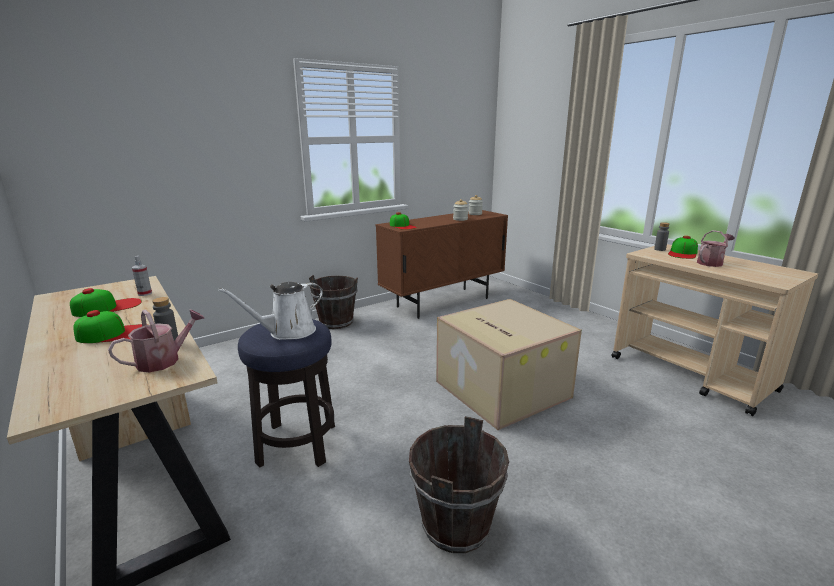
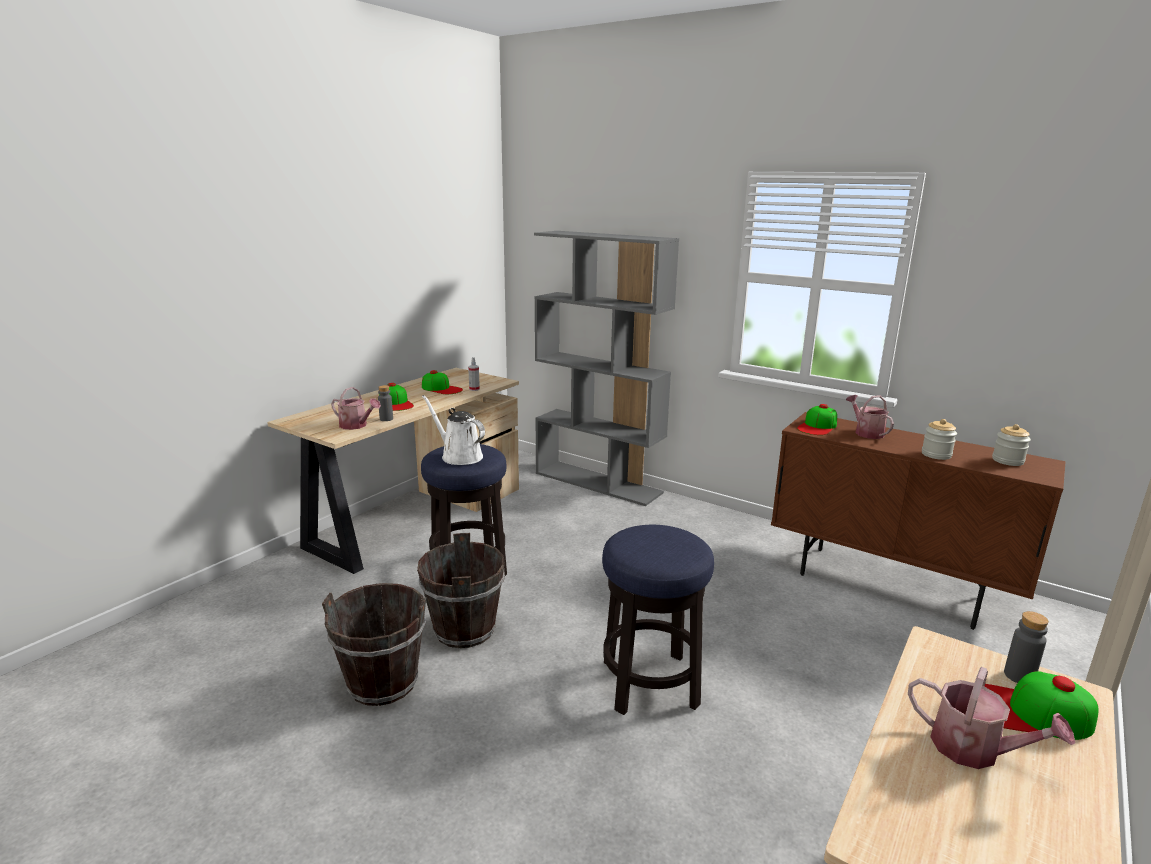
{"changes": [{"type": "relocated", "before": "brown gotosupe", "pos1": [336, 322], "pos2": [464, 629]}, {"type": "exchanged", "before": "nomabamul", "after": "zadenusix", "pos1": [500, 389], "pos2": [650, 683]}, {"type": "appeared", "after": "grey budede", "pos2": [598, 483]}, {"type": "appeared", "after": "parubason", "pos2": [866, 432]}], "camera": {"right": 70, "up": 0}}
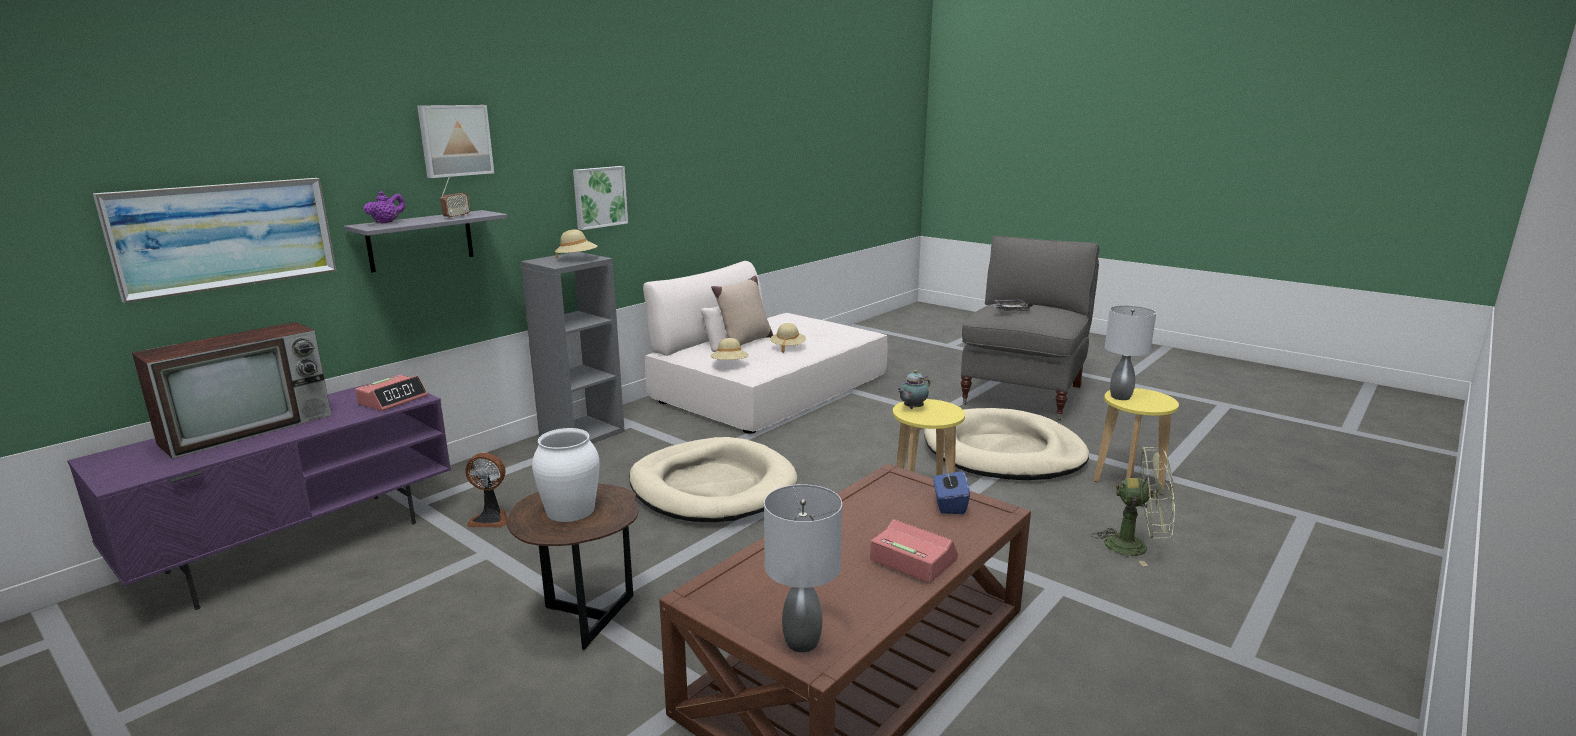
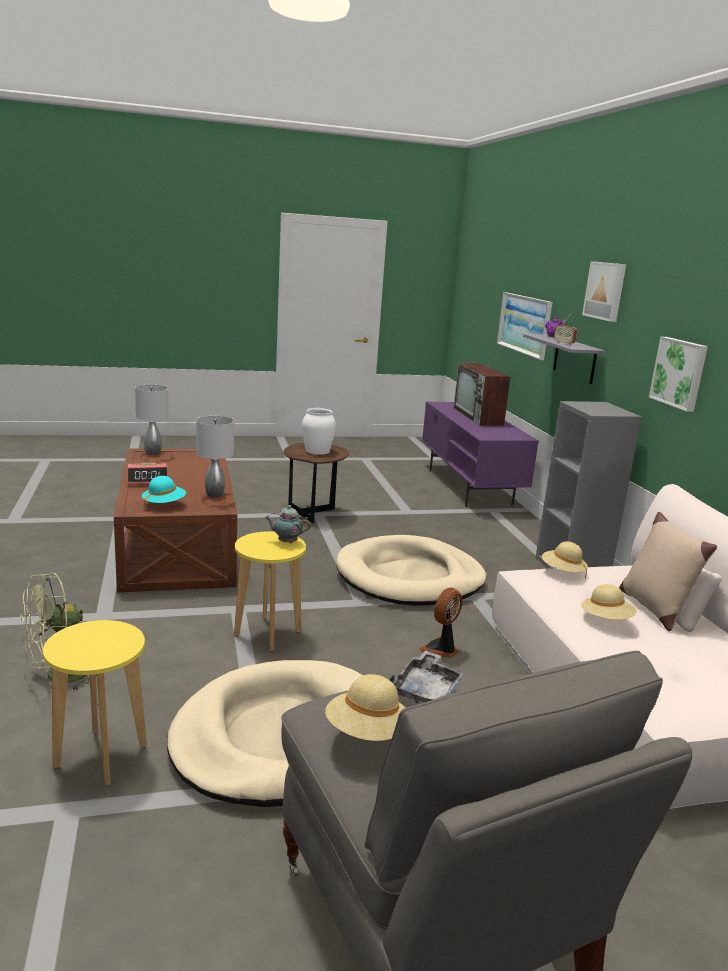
{"changes": [{"type": "missing", "before": "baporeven", "pos1": [393, 400]}, {"type": "relocated", "before": "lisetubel", "pos1": [491, 519], "pos2": [441, 650]}, {"type": "relocated", "before": "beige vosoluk", "pos1": [577, 259], "pos2": [367, 733]}, {"type": "spun", "before": "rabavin", "pos1": [912, 408], "pos2": [286, 542], "turn": -75}, {"type": "exchanged", "before": "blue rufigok", "after": "turquoise vosoluk", "pos1": [949, 505], "pos2": [164, 504]}, {"type": "relocated", "before": "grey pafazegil", "pos1": [1120, 397], "pos2": [215, 494]}], "camera": {"right": 125, "up": 0}}
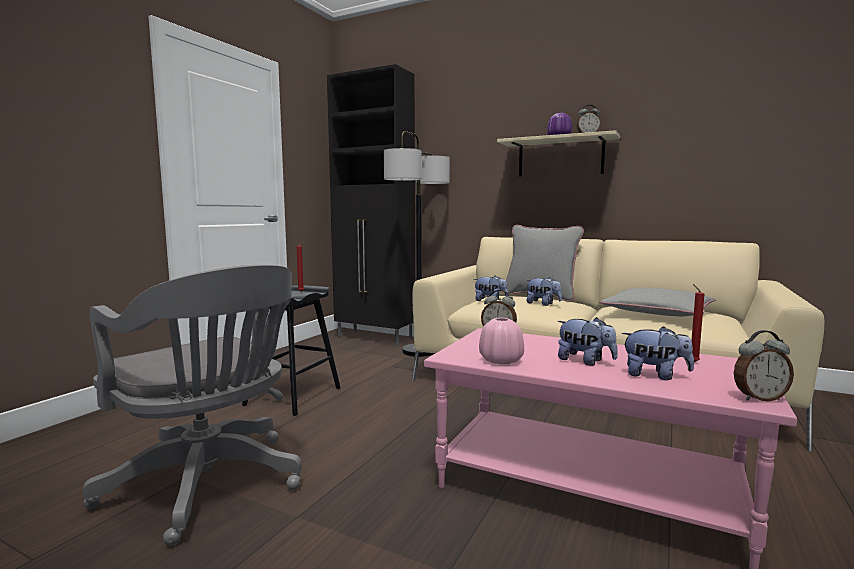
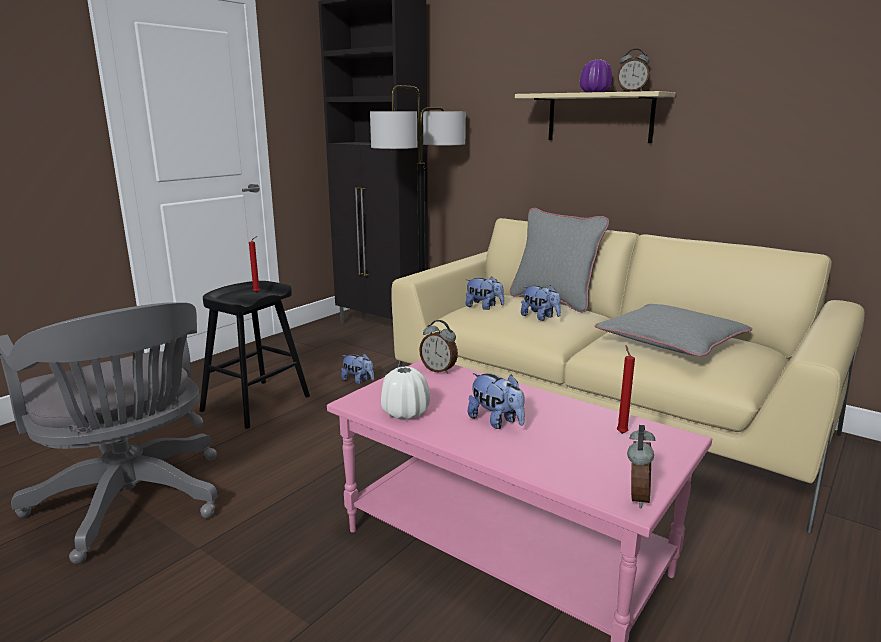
{"changes": [{"type": "colour", "before": "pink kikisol", "after": "white kikisol", "pos1": [501, 361], "pos2": [405, 413]}, {"type": "relocated", "before": "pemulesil", "pos1": [655, 375], "pos2": [358, 381]}, {"type": "spun", "before": "baporeven", "pos1": [759, 398], "pos2": [636, 497], "turn": -75}], "camera": {"right": 10, "up": 10}}
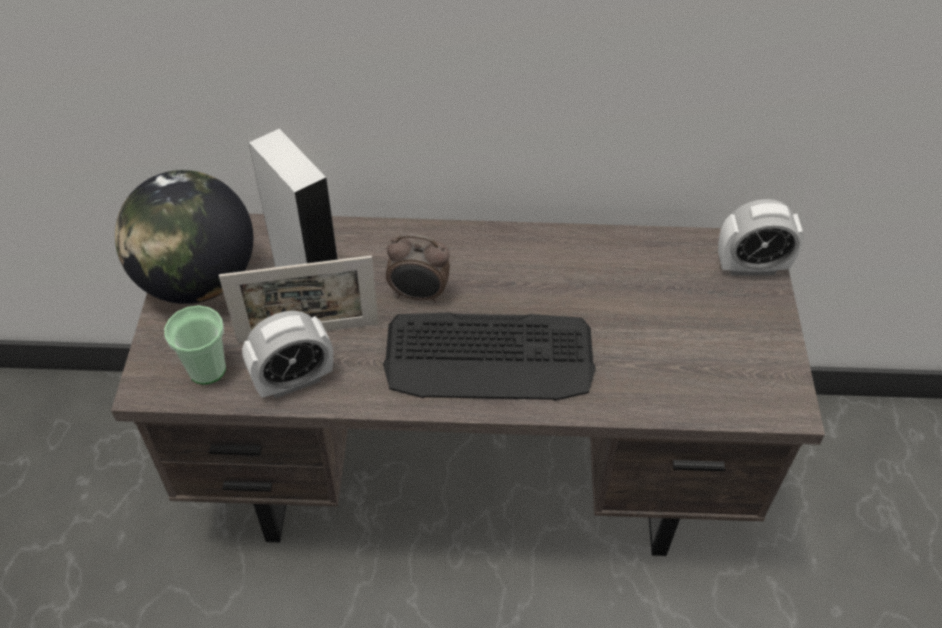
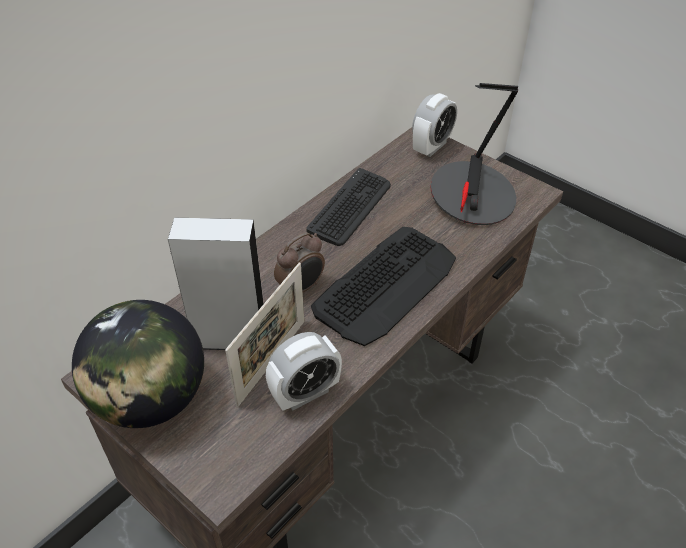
{"changes": [{"type": "missing", "before": "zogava", "pos1": [207, 369]}, {"type": "spun", "before": "baporeven", "pos1": [294, 380], "pos2": [305, 393], "turn": 45}, {"type": "appeared", "after": "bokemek", "pos2": [350, 207]}, {"type": "appeared", "after": "pafazegil", "pos2": [472, 196]}], "camera": {"right": -50, "up": -5}}
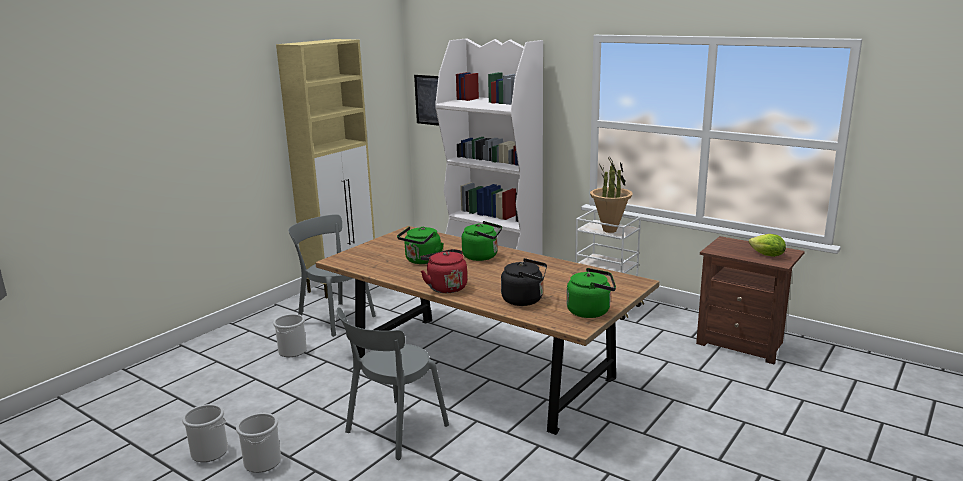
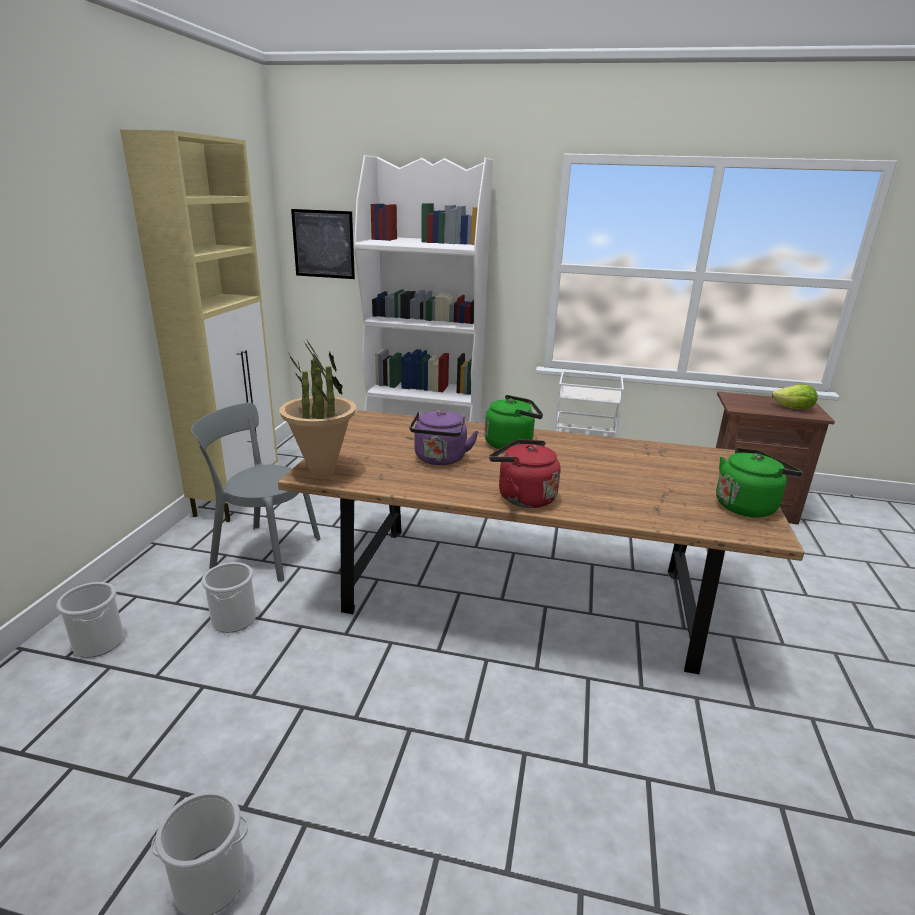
{"changes": [{"type": "relocated", "before": "gotosupe", "pos1": [262, 462], "pos2": [98, 642]}, {"type": "missing", "before": "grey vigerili", "pos1": [393, 431]}, {"type": "colour", "before": "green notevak", "after": "purple notevak", "pos1": [422, 261], "pos2": [440, 460]}, {"type": "missing", "before": "black notevak", "pos1": [525, 300]}, {"type": "relocated", "before": "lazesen", "pos1": [610, 230], "pos2": [322, 472]}], "camera": {"right": -25, "up": 5}}
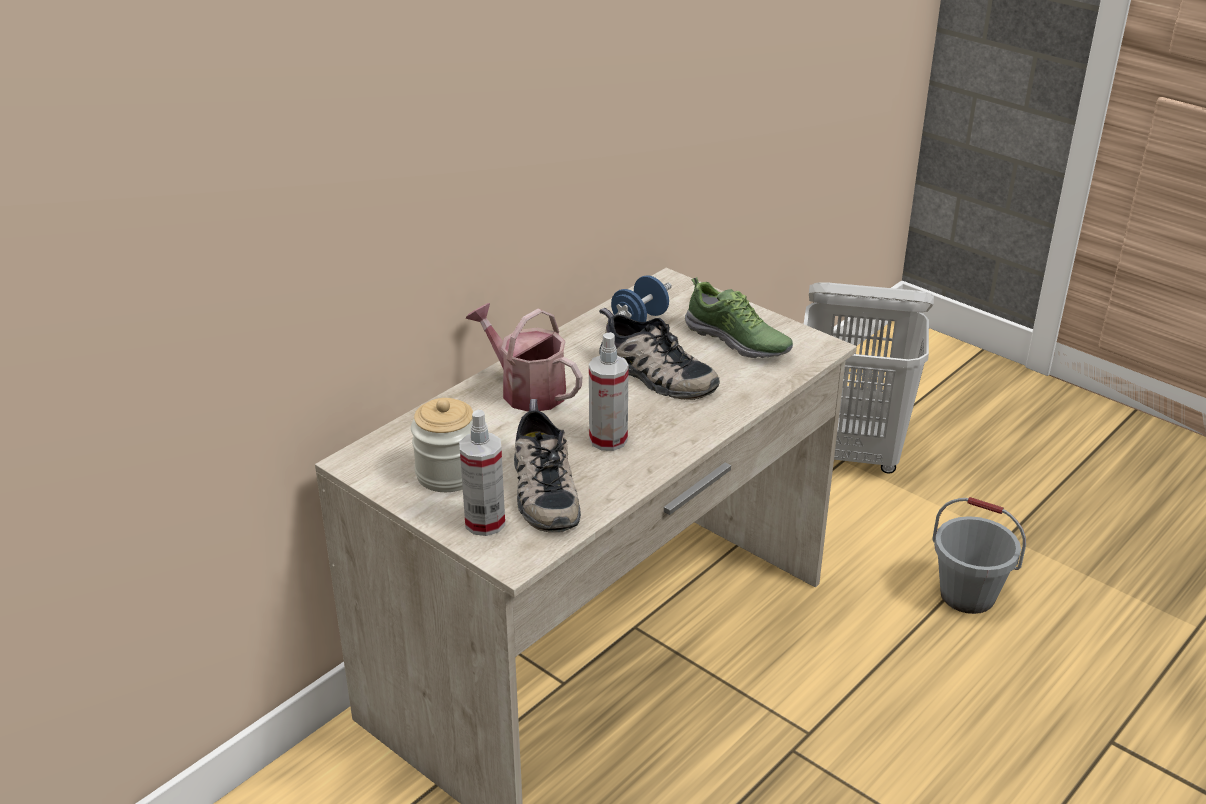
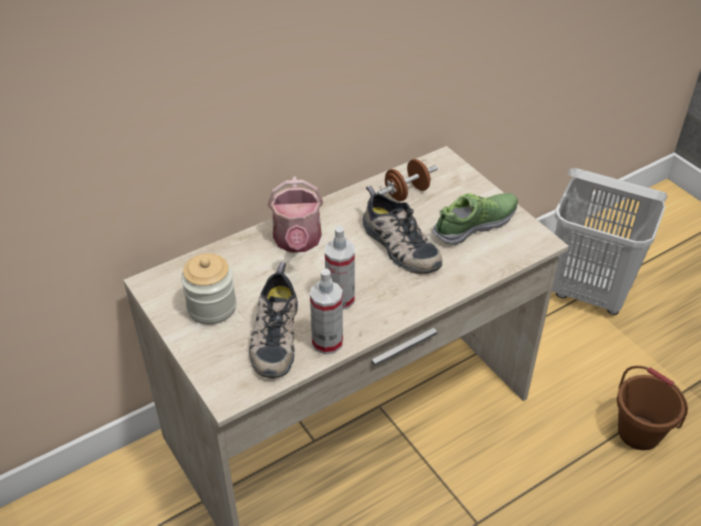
{"changes": [{"type": "relocated", "before": "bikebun", "pos1": [485, 522], "pos2": [327, 342]}, {"type": "spun", "before": "parubason", "pos1": [526, 390], "pos2": [297, 242], "turn": -150}, {"type": "colour", "before": "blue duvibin", "after": "brown duvibin", "pos1": [639, 321], "pos2": [406, 193]}, {"type": "spun", "before": "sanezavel", "pos1": [738, 341], "pos2": [475, 225], "turn": -90}, {"type": "colour", "before": "grey gotosupe", "after": "brown gotosupe", "pos1": [968, 595], "pos2": [639, 432]}], "camera": {"right": 15, "up": 10}}
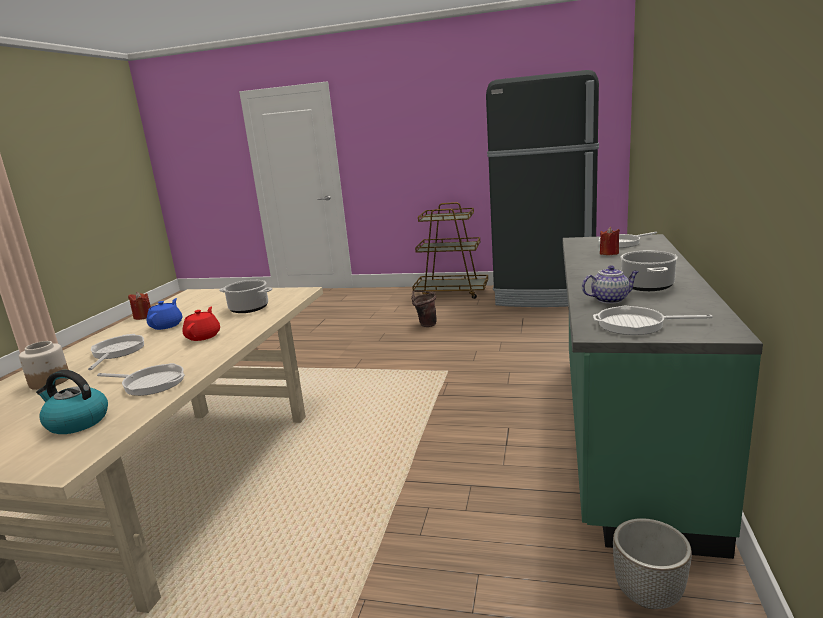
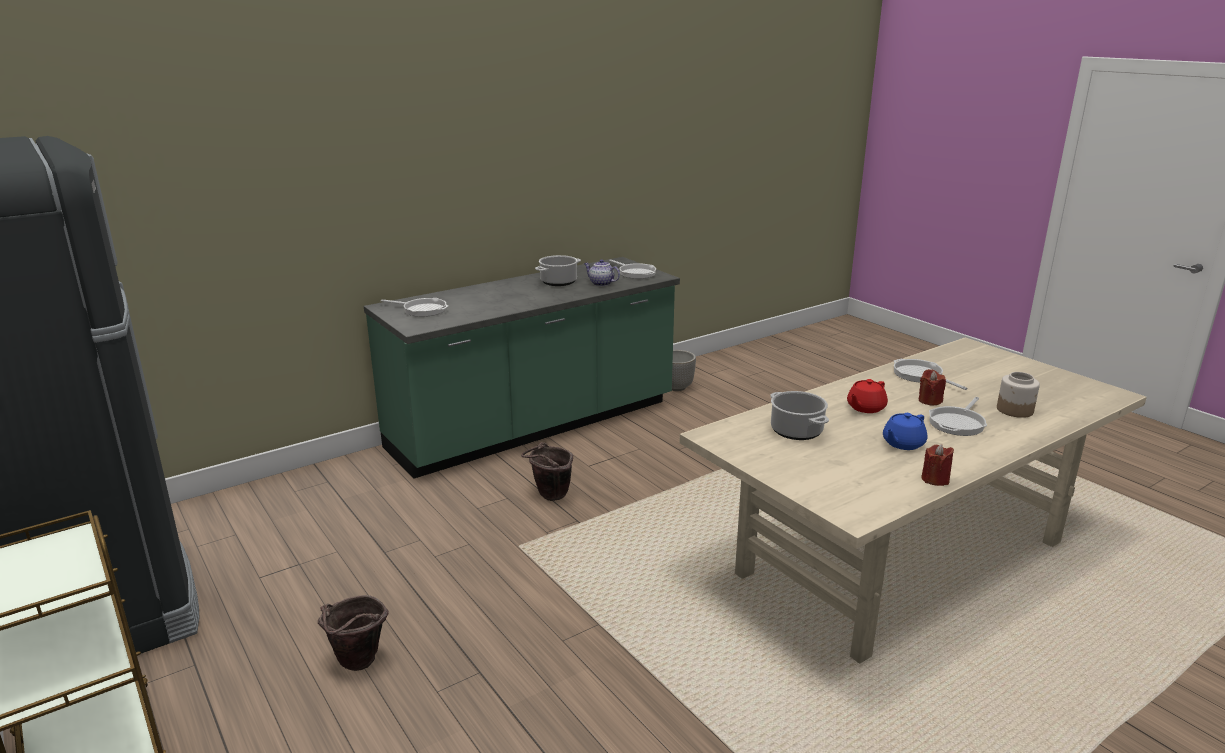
{"changes": [{"type": "missing", "before": "notevak", "pos1": [76, 422]}, {"type": "relocated", "before": "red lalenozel", "pos1": [609, 253], "pos2": [929, 400]}, {"type": "appeared", "after": "brown gotosupe", "pos2": [549, 497]}], "camera": {"right": -140, "up": 5}}
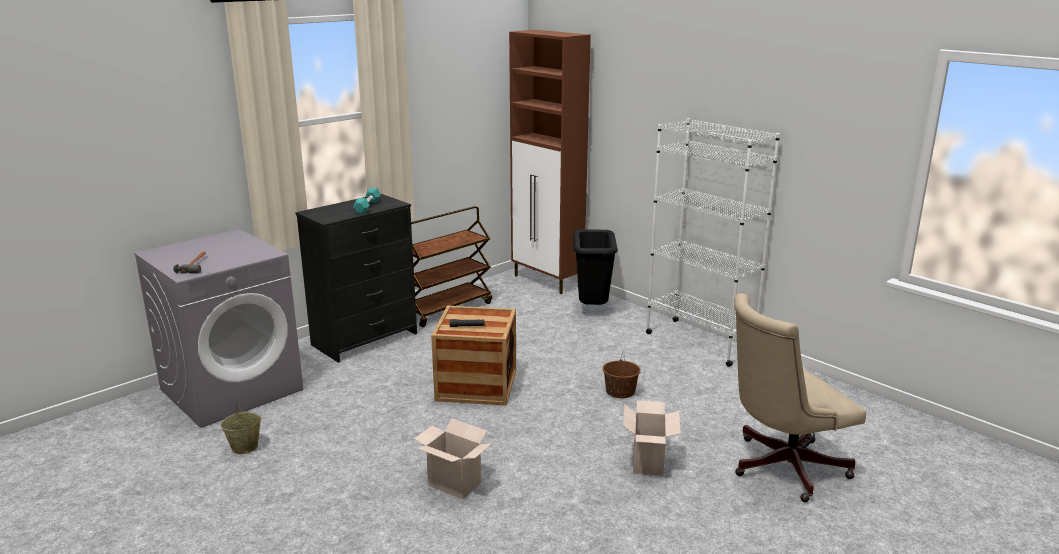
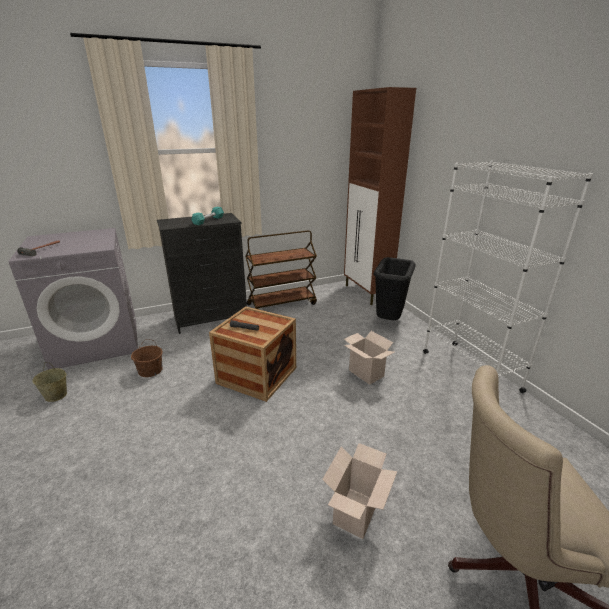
{"changes": [{"type": "relocated", "before": "nomabamul", "pos1": [452, 484], "pos2": [364, 373]}, {"type": "relocated", "before": "brown gotosupe", "pos1": [620, 391], "pos2": [150, 370]}], "camera": {"right": 20, "up": 5}}
